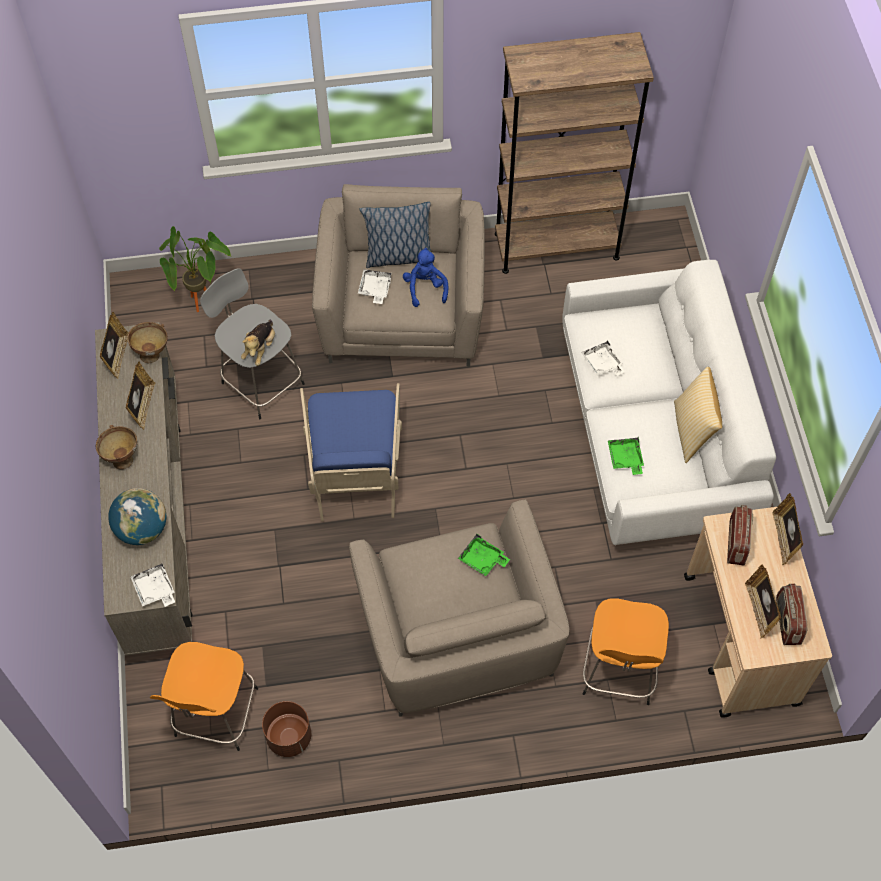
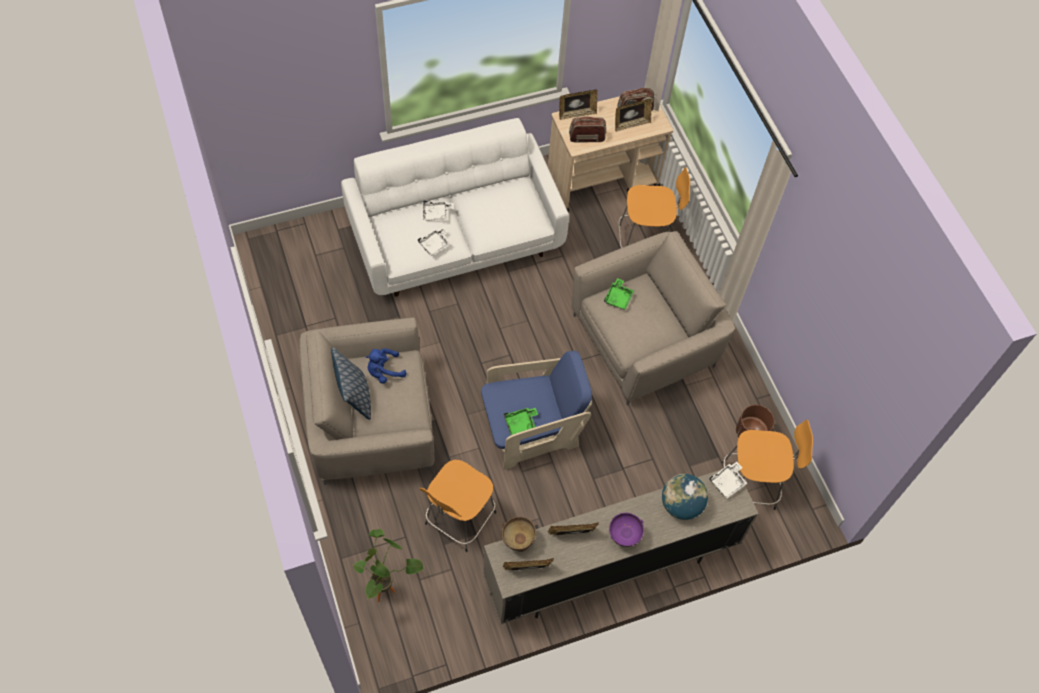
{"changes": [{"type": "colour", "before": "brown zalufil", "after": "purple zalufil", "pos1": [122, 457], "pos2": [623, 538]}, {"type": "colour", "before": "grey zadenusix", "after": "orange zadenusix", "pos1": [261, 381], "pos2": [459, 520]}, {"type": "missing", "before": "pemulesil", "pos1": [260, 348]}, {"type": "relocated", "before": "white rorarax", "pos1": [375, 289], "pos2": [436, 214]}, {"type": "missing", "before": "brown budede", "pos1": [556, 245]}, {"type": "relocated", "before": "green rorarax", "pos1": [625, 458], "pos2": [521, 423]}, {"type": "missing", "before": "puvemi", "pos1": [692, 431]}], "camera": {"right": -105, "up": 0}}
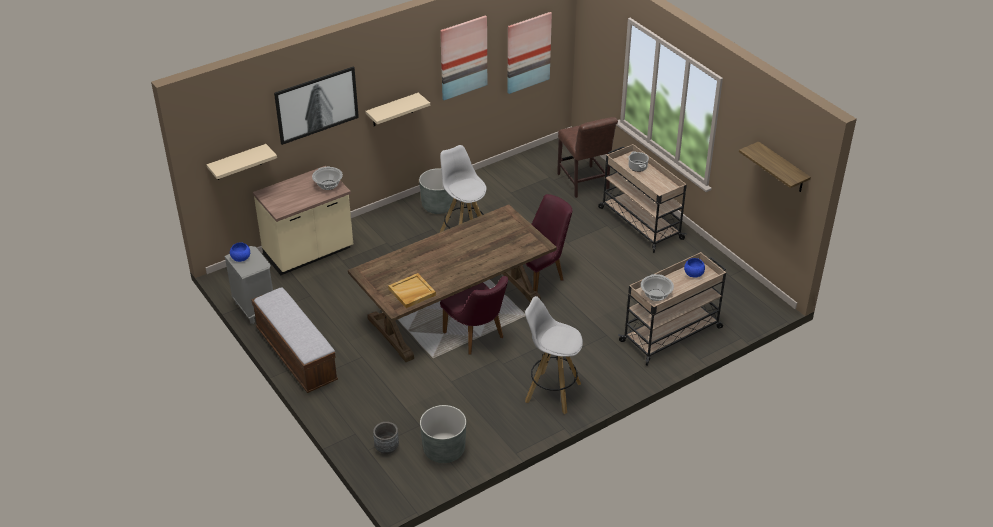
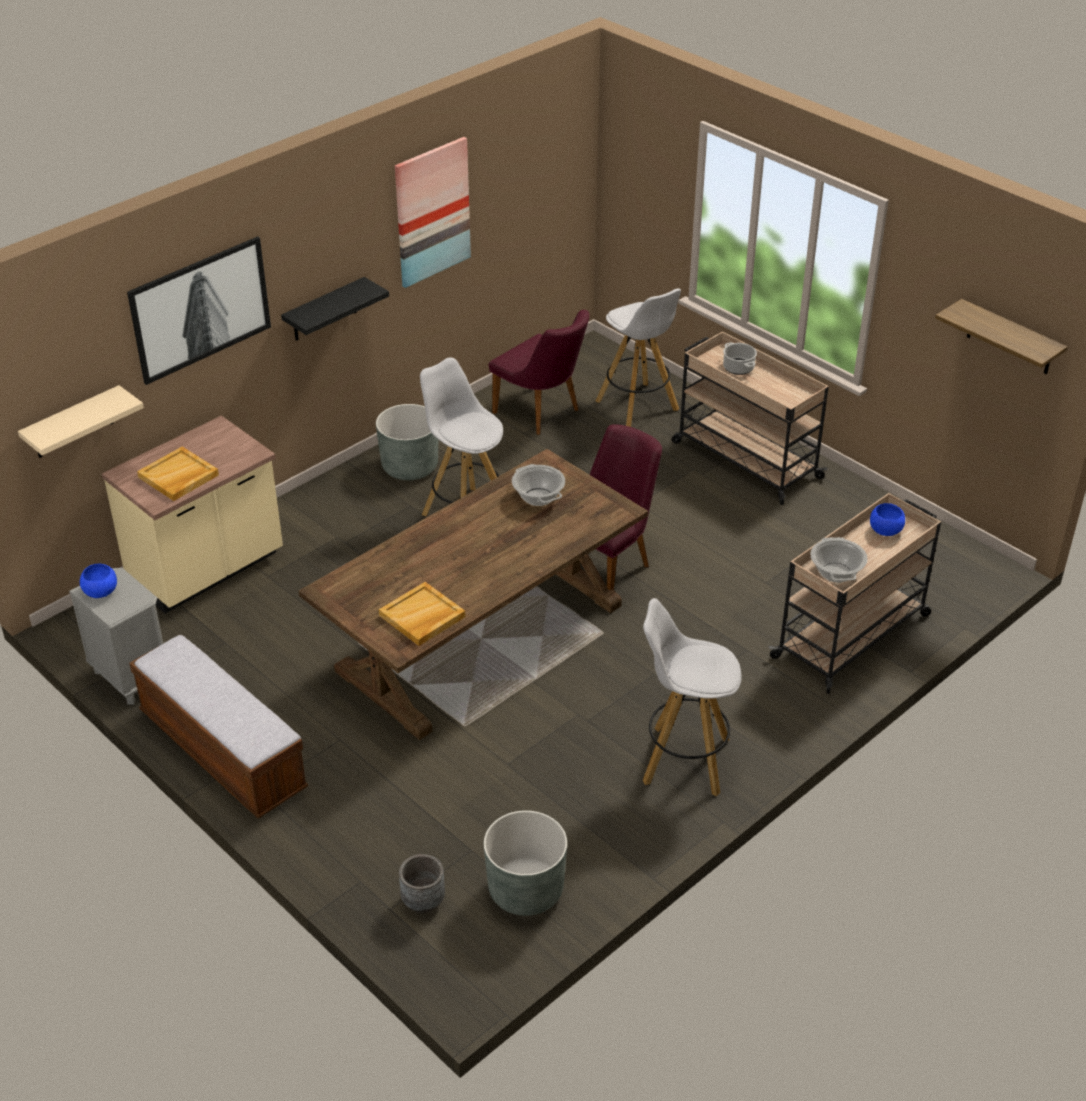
{"changes": [{"type": "relocated", "before": "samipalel", "pos1": [328, 185], "pos2": [538, 497]}, {"type": "colour", "before": "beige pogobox", "after": "black pogobox", "pos1": [392, 110], "pos2": [324, 310]}, {"type": "relocated", "before": "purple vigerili", "pos1": [477, 337], "pos2": [542, 413]}, {"type": "missing", "before": "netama", "pos1": [528, 52]}, {"type": "exchanged", "before": "brown vigerili", "after": "white zadenusix", "pos1": [584, 183], "pos2": [638, 406]}, {"type": "appeared", "after": "beige rorarax", "pos2": [178, 477]}], "camera": {"right": -10, "up": 0}}
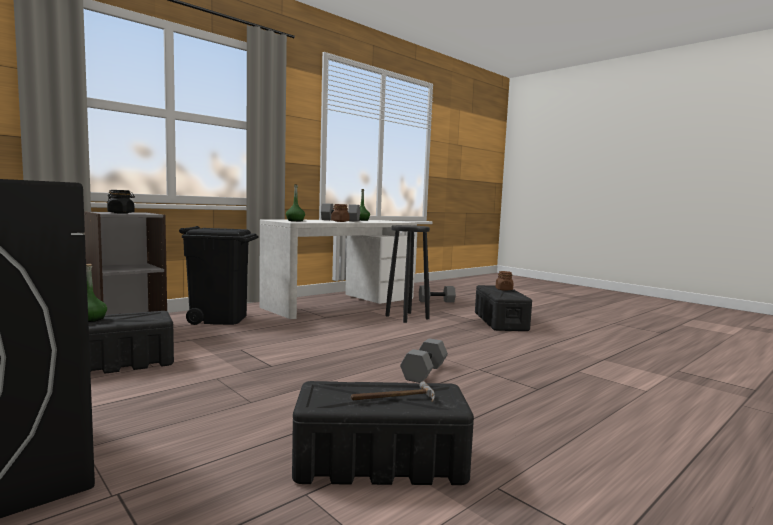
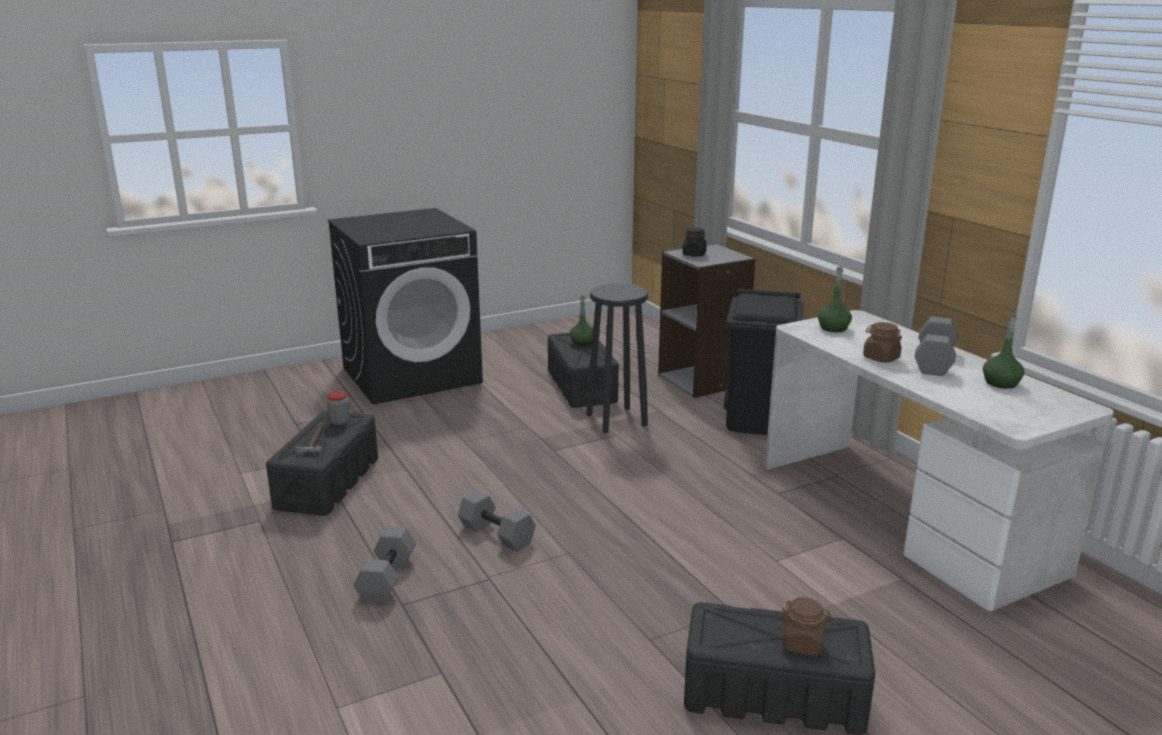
{"changes": [{"type": "relocated", "before": "black zadenusix", "pos1": [406, 317], "pos2": [616, 419]}, {"type": "relocated", "before": "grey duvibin", "pos1": [436, 301], "pos2": [386, 578]}, {"type": "appeared", "after": "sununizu", "pos2": [339, 422]}], "camera": {"right": 105, "up": 15}}
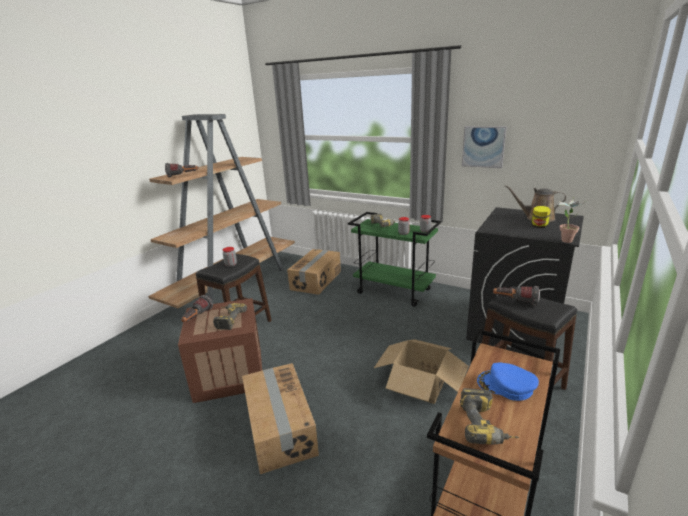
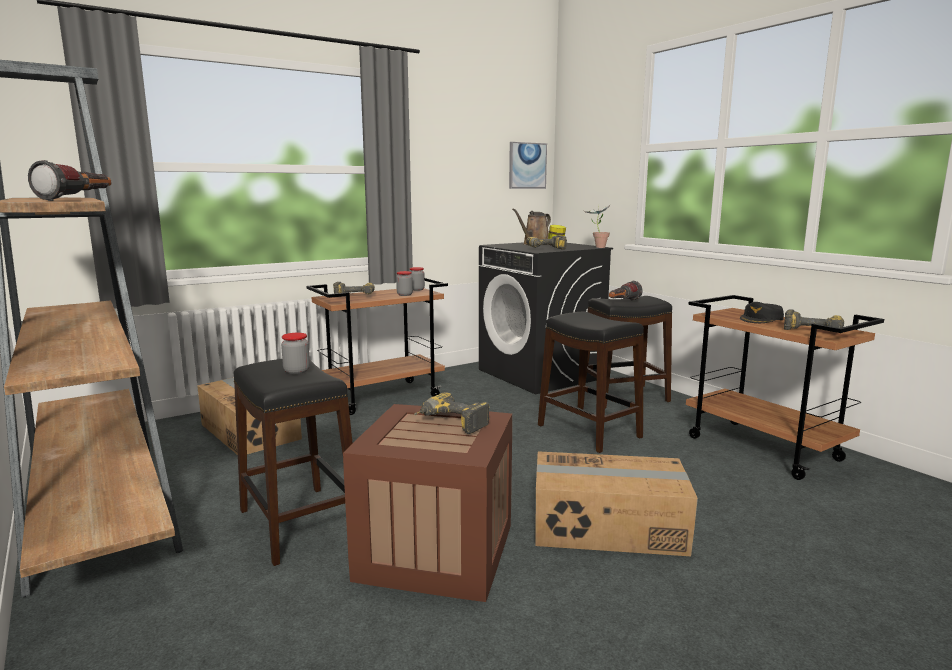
{"changes": [{"type": "missing", "before": "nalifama", "pos1": [197, 318]}, {"type": "colour", "before": "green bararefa", "after": "brown bararefa", "pos1": [394, 291], "pos2": [383, 397]}, {"type": "exchanged", "before": "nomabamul", "after": "black zadenusix", "pos1": [420, 383], "pos2": [588, 431]}, {"type": "relocated", "before": "netama", "pos1": [483, 146], "pos2": [527, 165]}, {"type": "colour", "before": "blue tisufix", "after": "black tisufix", "pos1": [506, 386], "pos2": [761, 319]}, {"type": "appeared", "after": "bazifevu", "pos2": [547, 249]}], "camera": {"right": -65, "up": -10}}
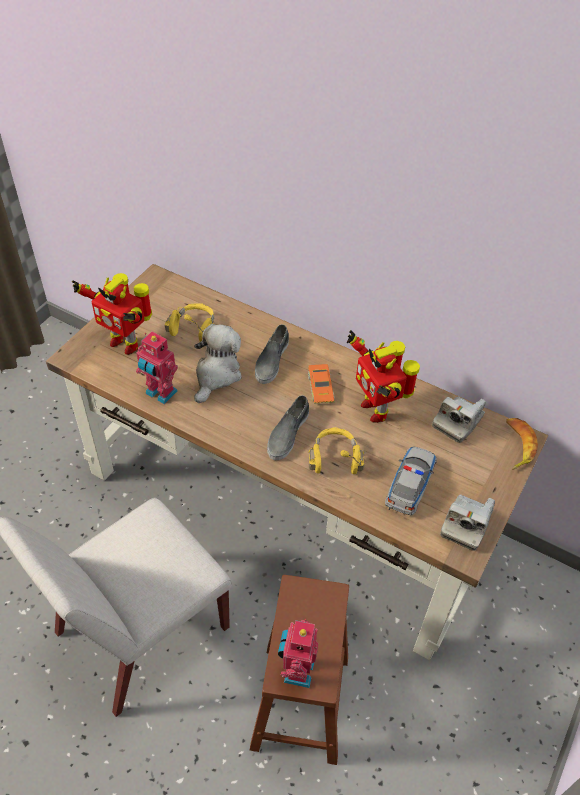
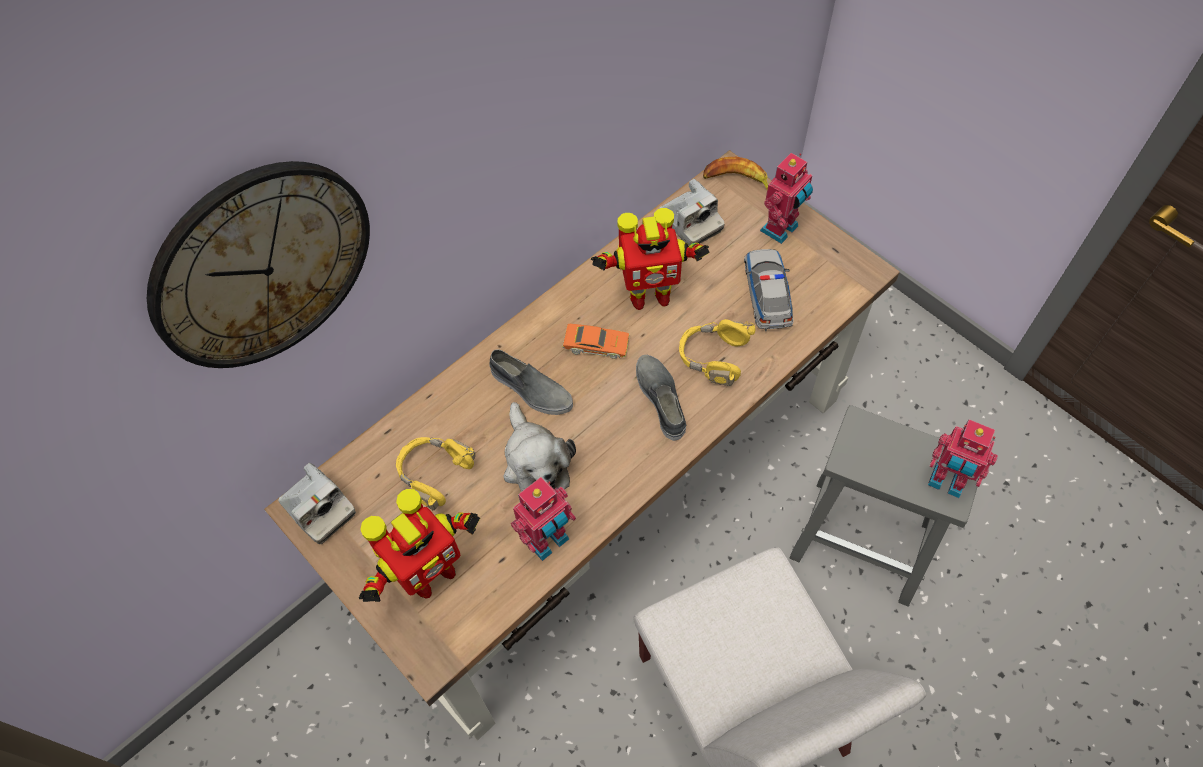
{"changes": [{"type": "spun", "before": "pemulesil", "pos1": [216, 375], "pos2": [535, 461], "turn": -150}, {"type": "colour", "before": "brown zadenusix", "after": "grey zadenusix", "pos1": [301, 704], "pos2": [864, 540]}, {"type": "spun", "before": "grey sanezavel", "pos1": [287, 433], "pos2": [661, 399], "turn": -150}, {"type": "spun", "before": "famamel", "pos1": [410, 484], "pos2": [767, 294], "turn": 45}, {"type": "relocated", "before": "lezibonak", "pos1": [465, 525], "pos2": [319, 509]}, {"type": "appeared", "after": "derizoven", "pos2": [262, 265]}, {"type": "appeared", "after": "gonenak", "pos2": [781, 229]}], "camera": {"right": -70, "up": 10}}
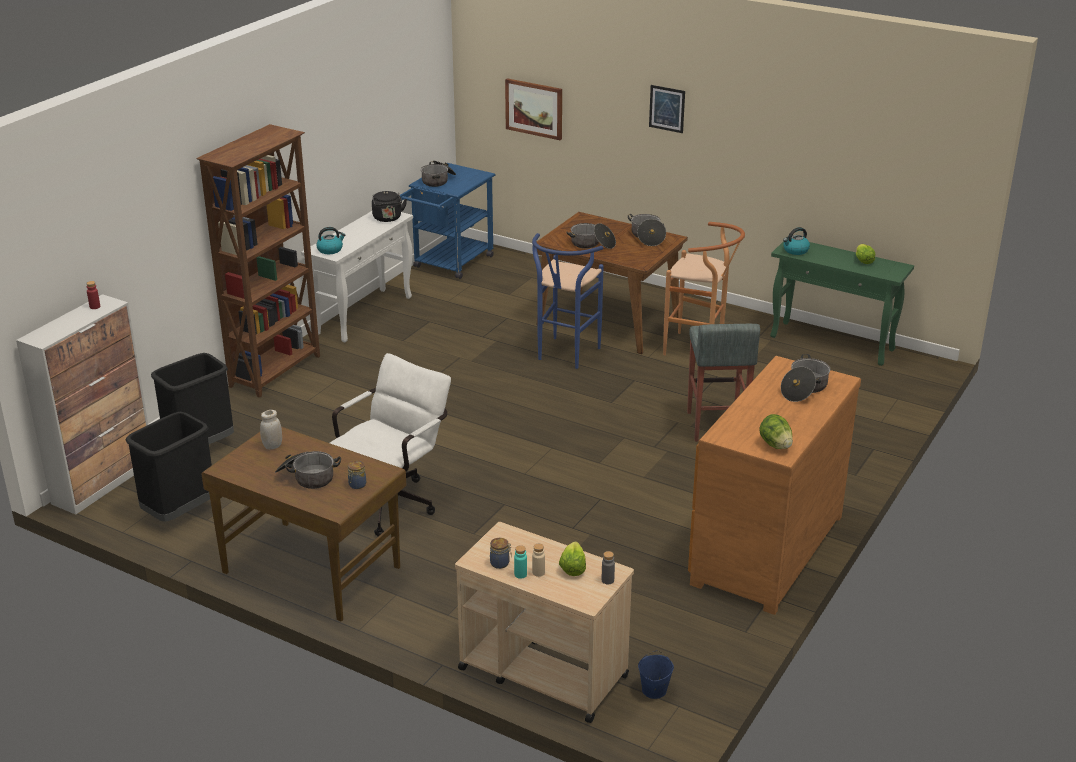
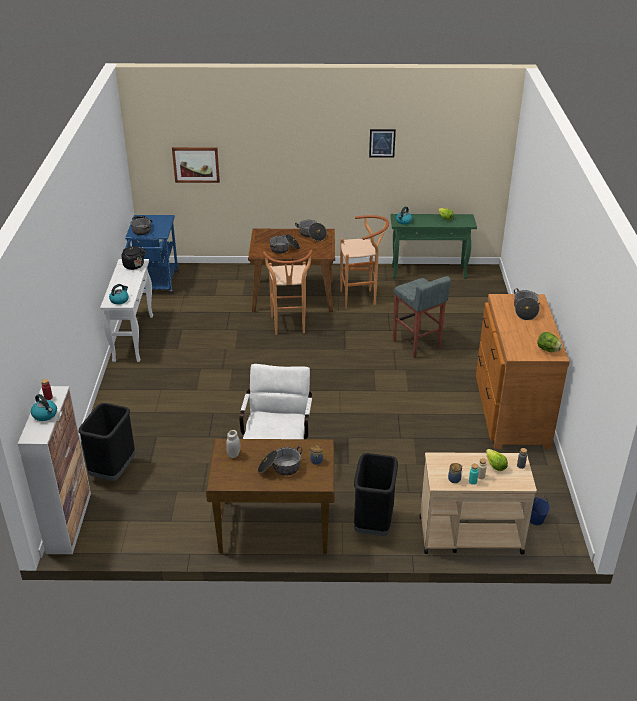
{"changes": [{"type": "relocated", "before": "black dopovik", "pos1": [179, 512], "pos2": [373, 524]}, {"type": "missing", "before": "brown budede", "pos1": [276, 371]}, {"type": "colour", "before": "blue zadenusix", "after": "brown zadenusix", "pos1": [564, 356], "pos2": [289, 327]}, {"type": "relocated", "before": "netama", "pos1": [667, 108], "pos2": [382, 143]}, {"type": "appeared", "after": "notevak", "pos2": [45, 415]}], "camera": {"right": -30, "up": 5}}
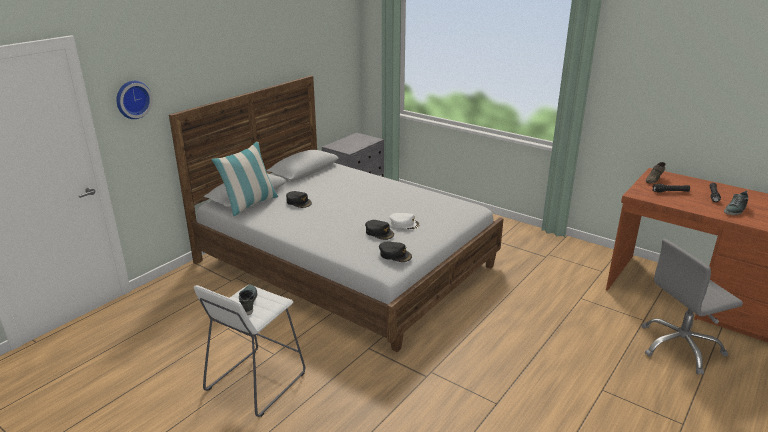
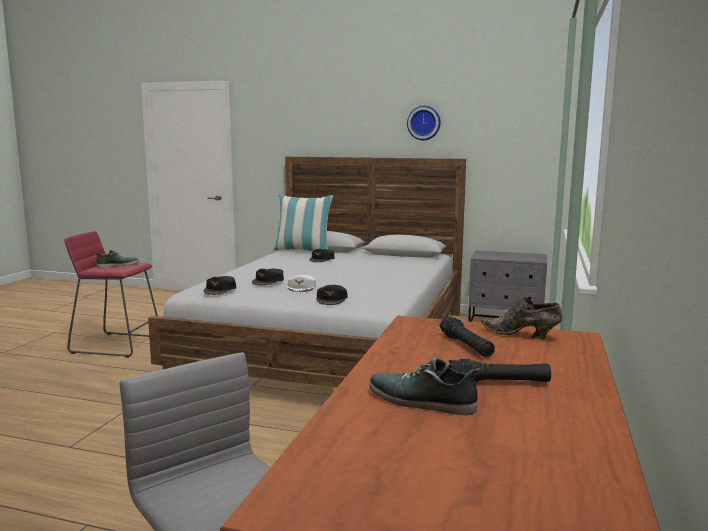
{"changes": [{"type": "relocated", "before": "derizoven", "pos1": [132, 99], "pos2": [424, 123]}, {"type": "colour", "before": "white zadenusix", "after": "red zadenusix", "pos1": [256, 382], "pos2": [117, 345]}, {"type": "appeared", "after": "black tisufix", "pos2": [331, 299]}], "camera": {"right": 70, "up": -15}}
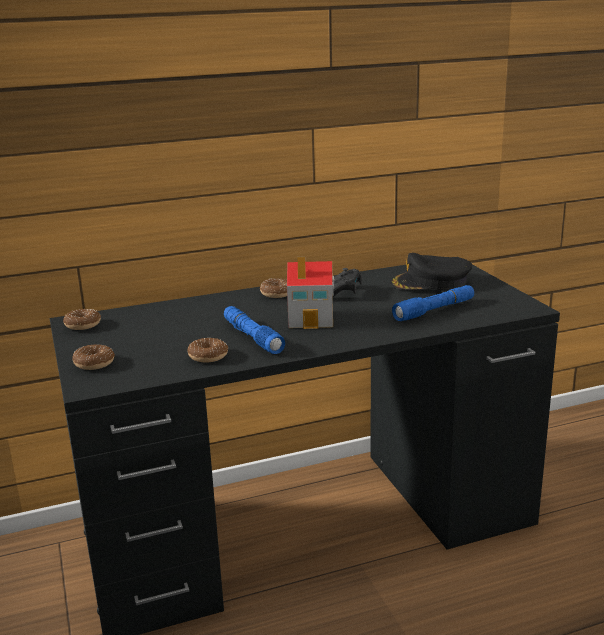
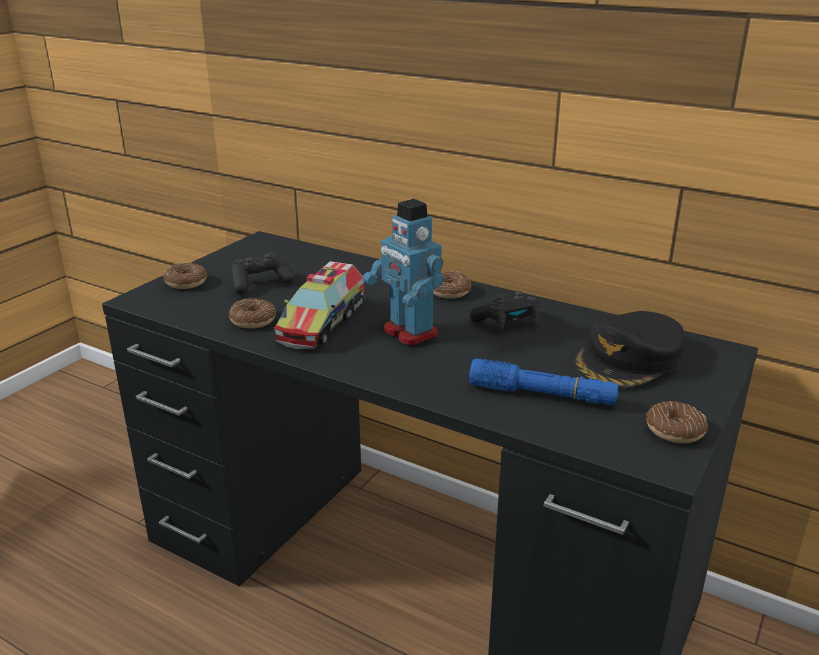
{"changes": [{"type": "relocated", "before": "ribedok", "pos1": [83, 325], "pos2": [675, 430]}, {"type": "exchanged", "before": "blue nalifama", "after": "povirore", "pos1": [252, 337], "pos2": [322, 323]}, {"type": "exchanged", "before": "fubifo", "after": "gonenak", "pos1": [312, 319], "pos2": [409, 333]}, {"type": "spun", "before": "black tisufix", "pos1": [430, 282], "pos2": [629, 361], "turn": -90}, {"type": "appeared", "after": "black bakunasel", "pos2": [260, 283]}], "camera": {"right": 50, "up": 5}}
